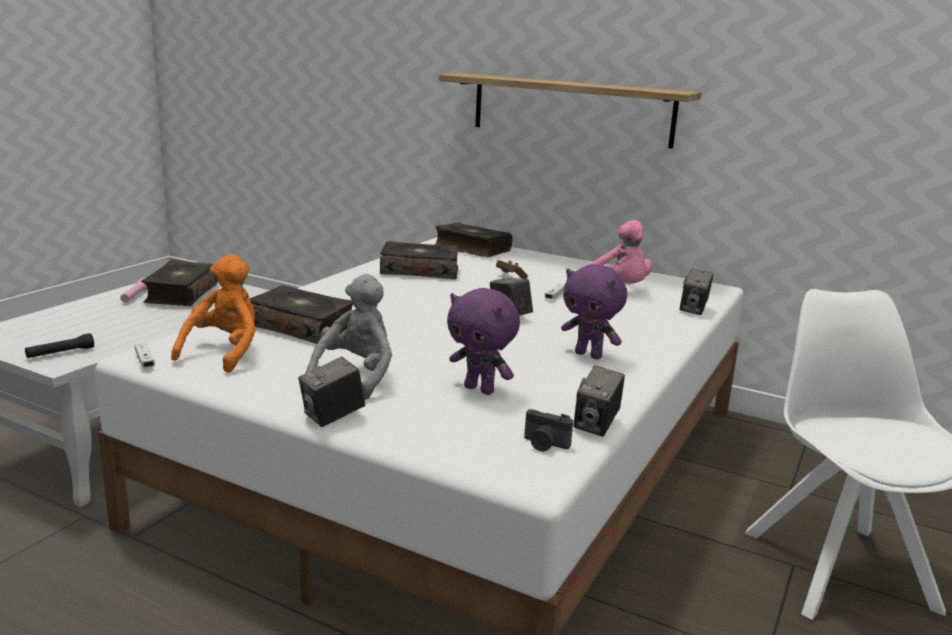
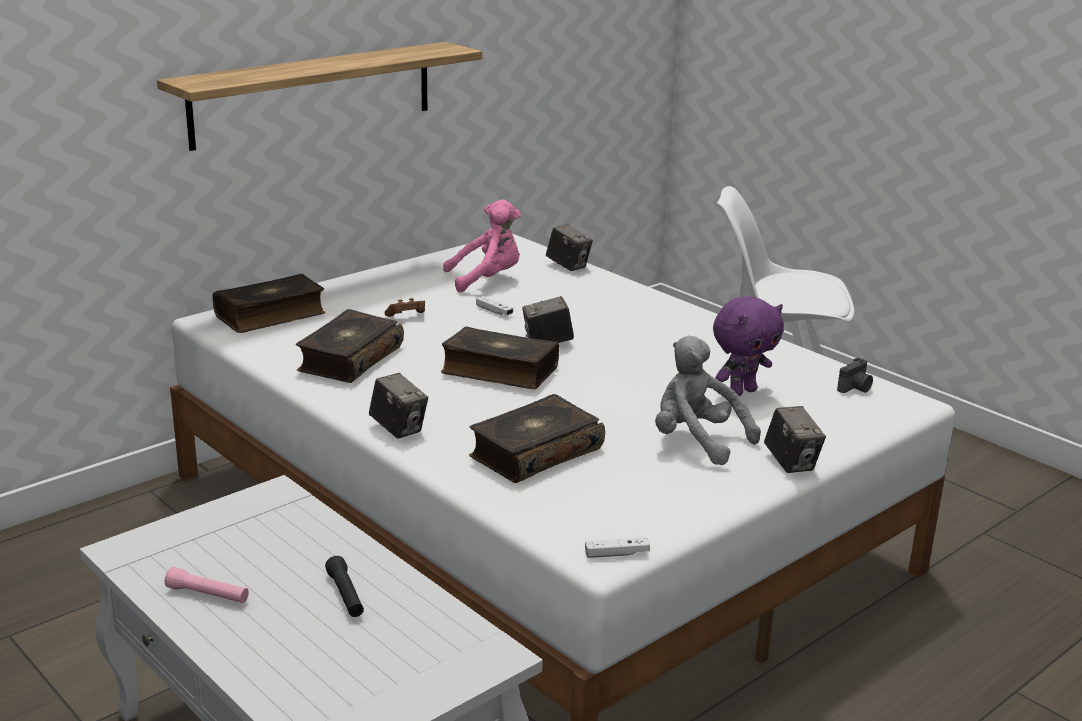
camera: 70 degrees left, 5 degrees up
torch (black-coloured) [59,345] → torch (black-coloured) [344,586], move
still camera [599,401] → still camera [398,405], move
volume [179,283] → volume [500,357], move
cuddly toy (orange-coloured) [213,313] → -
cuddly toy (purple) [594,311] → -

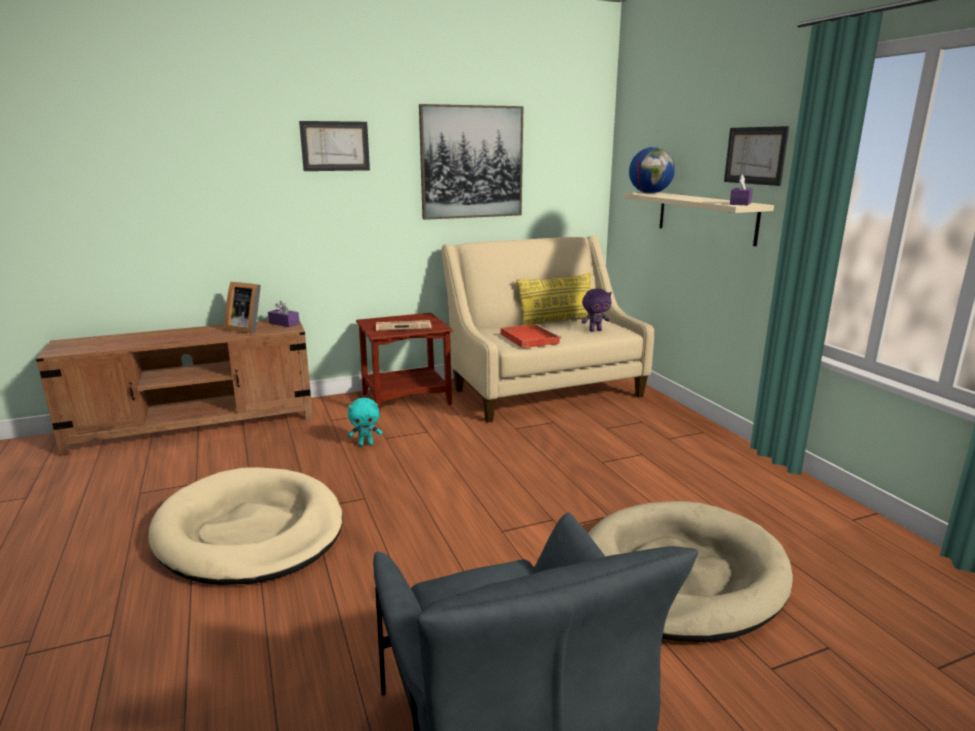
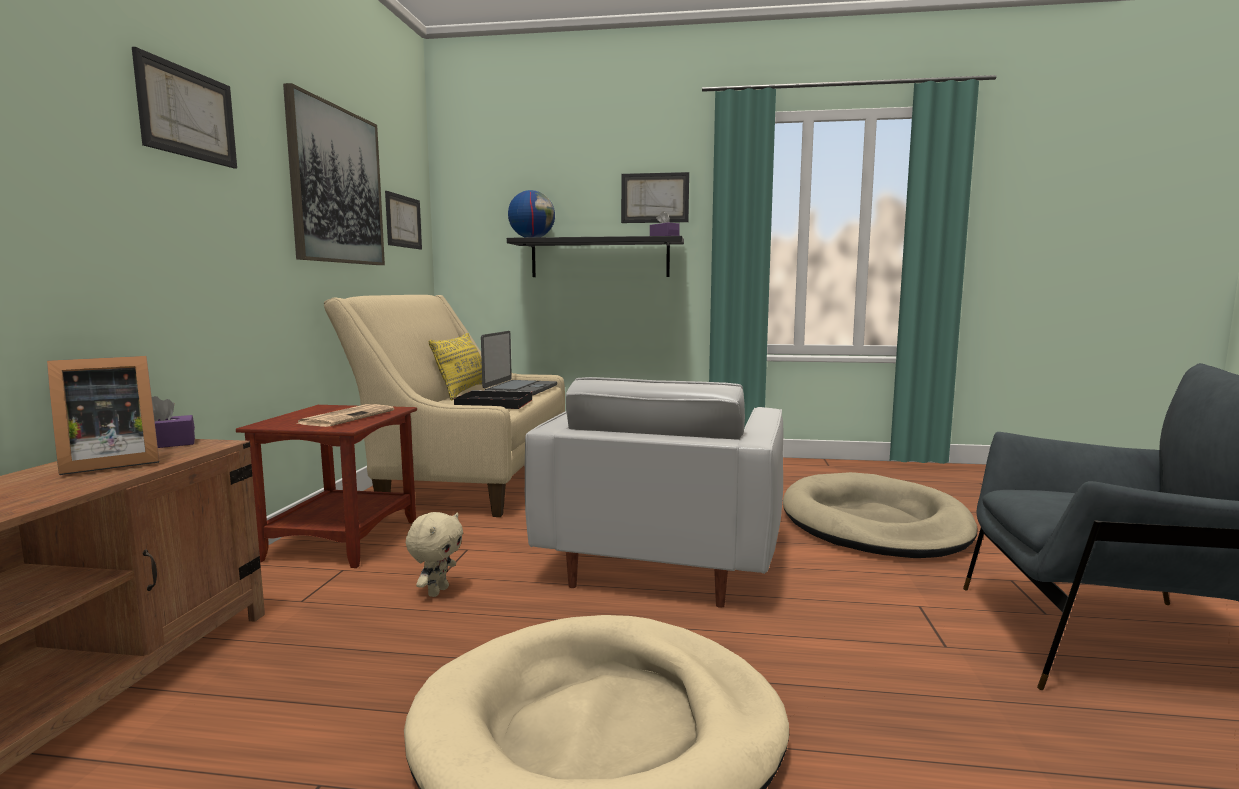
camera: 60 degrees left, 10 degrees down
- → wall art [403,220]
cuddly toy (turquoise) [365,422] → cuddly toy (beige) [434,554]
tray (red-coloured) [531,336] → tray (black-coloured) [493,399]
cuddly toy (purple) [597,310] → laptop [519,363]
bracket shelf (beige) [698,219] → bracket shelf (black-coloured) [595,256]
- → lounge chair (white) [654,492]

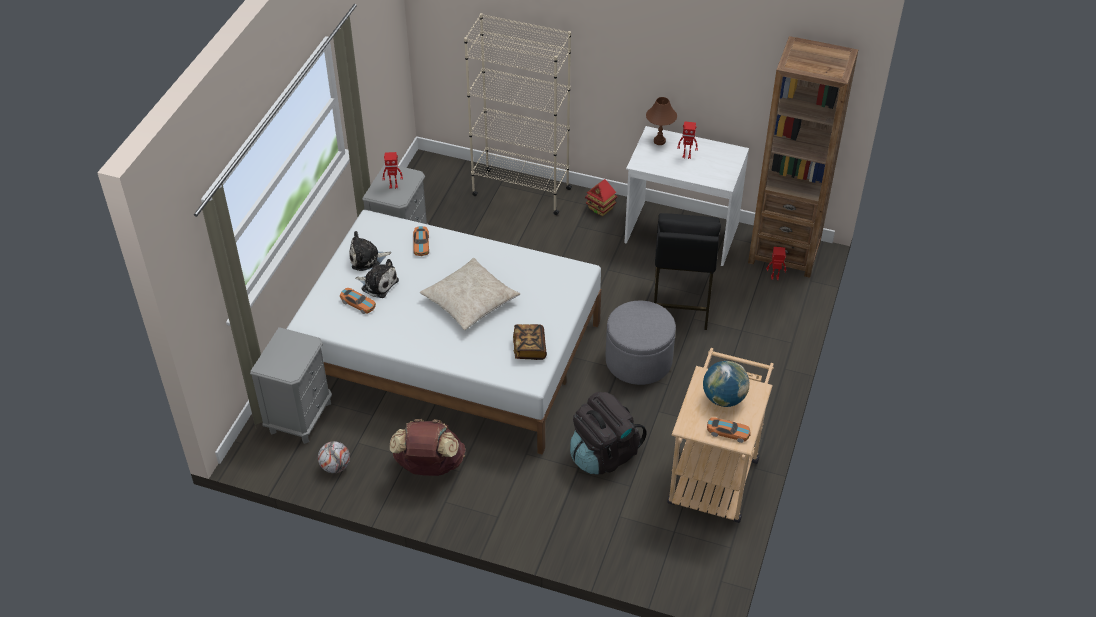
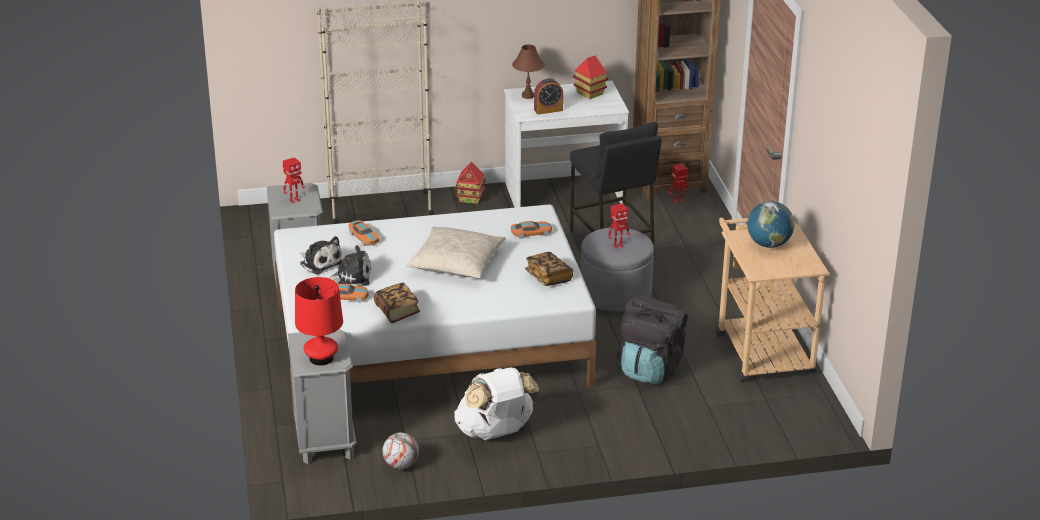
camera: 30 degrees left, 15 degrees down
- → table lamp (red-coloured) [319,321]
cuddly toy [370,251] → cuddly toy [321,255], 90 degrees counterclockwise
- → volume [397,302]
knapsack (brown-coloured) [428,447] → knapsack (white) [497,404]
miniature car [729,430] → miniature car [531,230], move
- → table clock [548,96]
- → miniature house [590,77]
toy robot [687,140] → toy robot [619,226], move

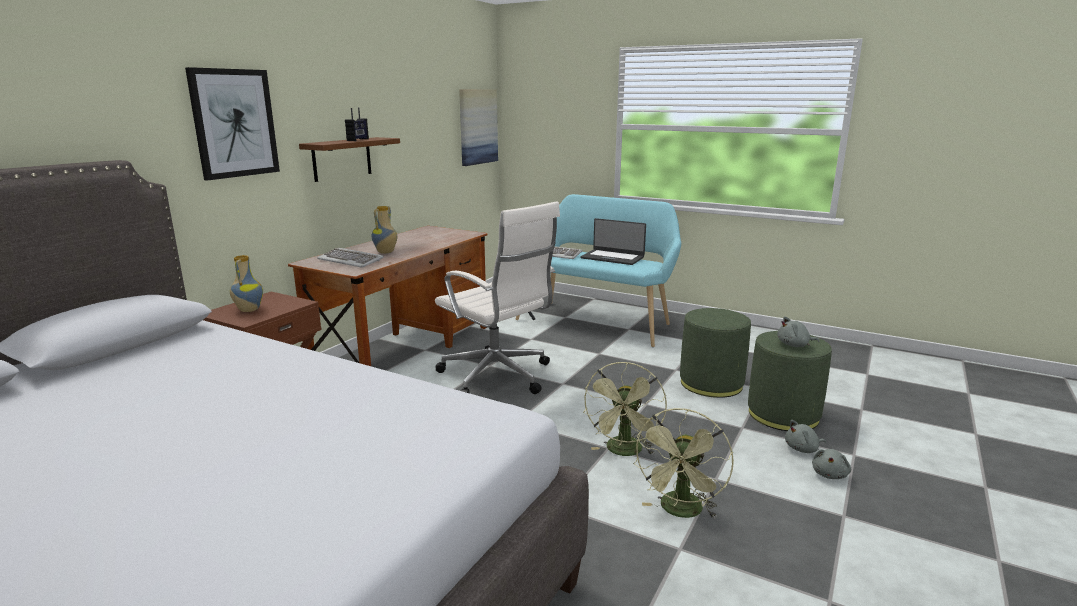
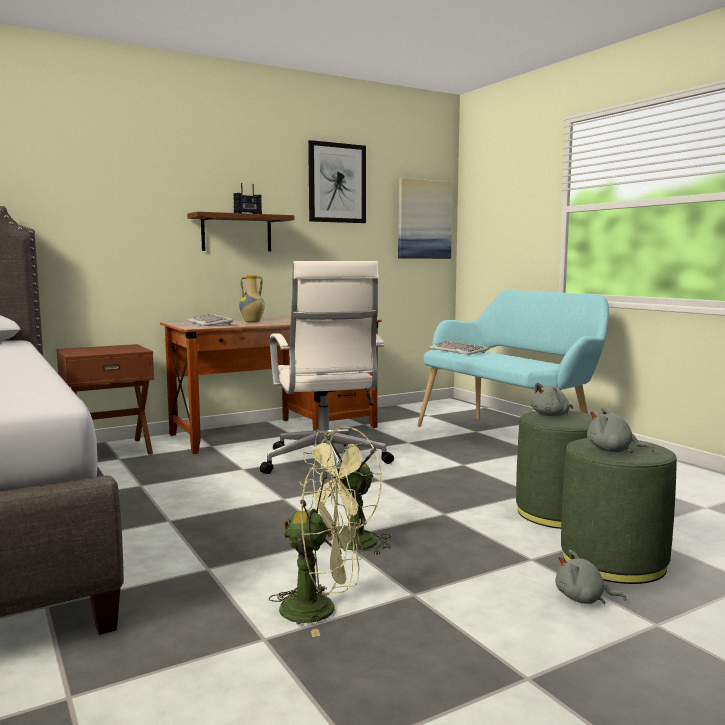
camera: 30 degrees right, 10 degrees down
fan (green) [683,463] → fan (green) [316,551], 135 degrees counterclockwise
wall art [232,124] → wall art [337,181], move
cuddly toy (gray) [831,464] → cuddly toy (gray) [552,399], move
decorative vase [246,283] → -
laptop [613,241] → -

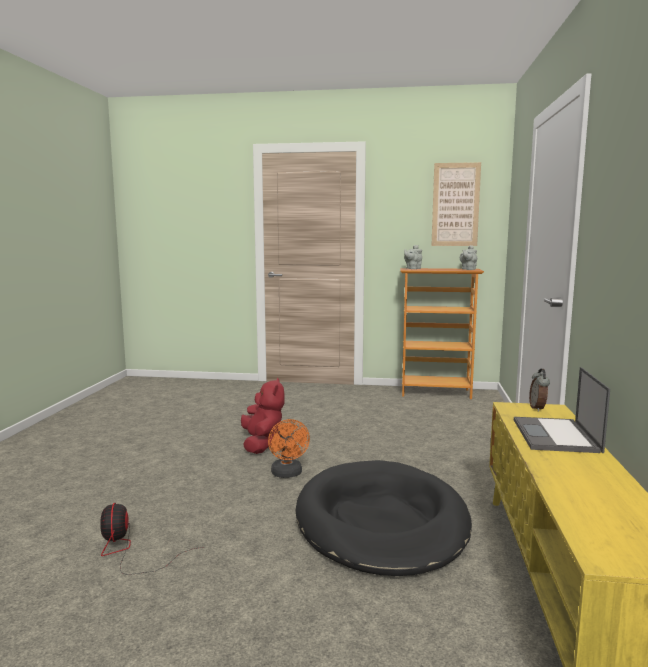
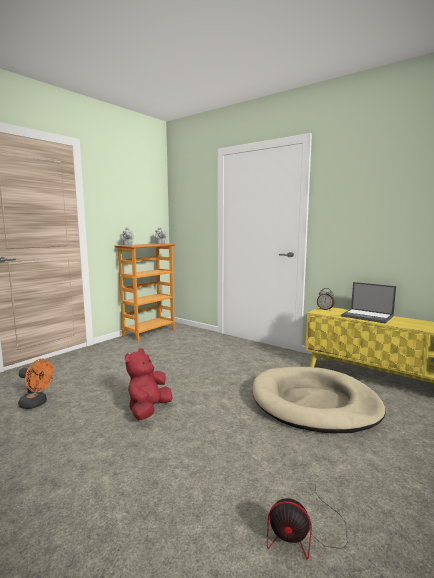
camera: 60 degrees left, 0 degrees up
fan (orange-coloured) [289,448] → fan (orange-coloured) [36,384], move
cuddly toy (red-coloured) [263,416] → cuddly toy (red-coloured) [149,384], 90 degrees counterclockwise
dog cushion (black-coloured) [383,518] → dog cushion (beige) [318,400]
wall art [456,204] → -

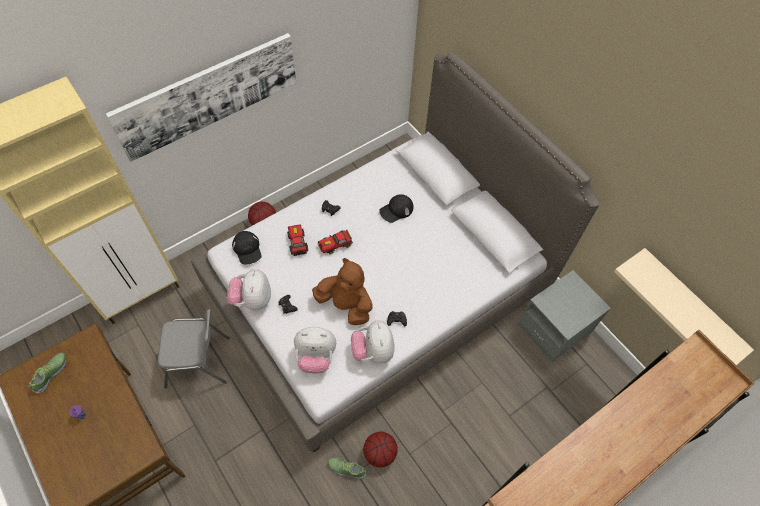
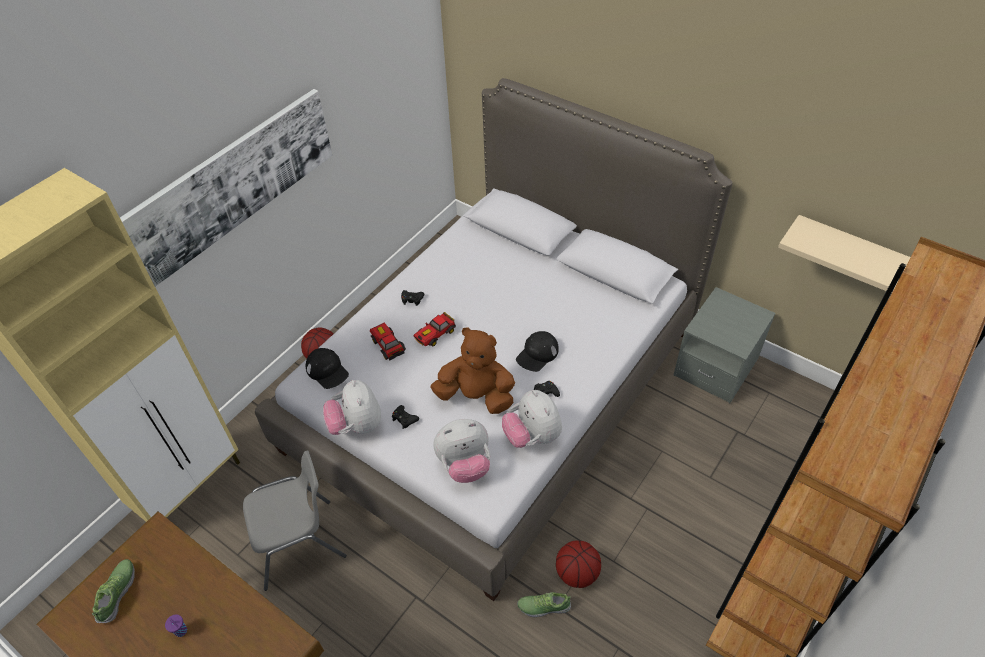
camera: 15 degrees left, 10 degrees down
cap (black-coloured) [396,208] → cap (black-coloured) [537,351], move

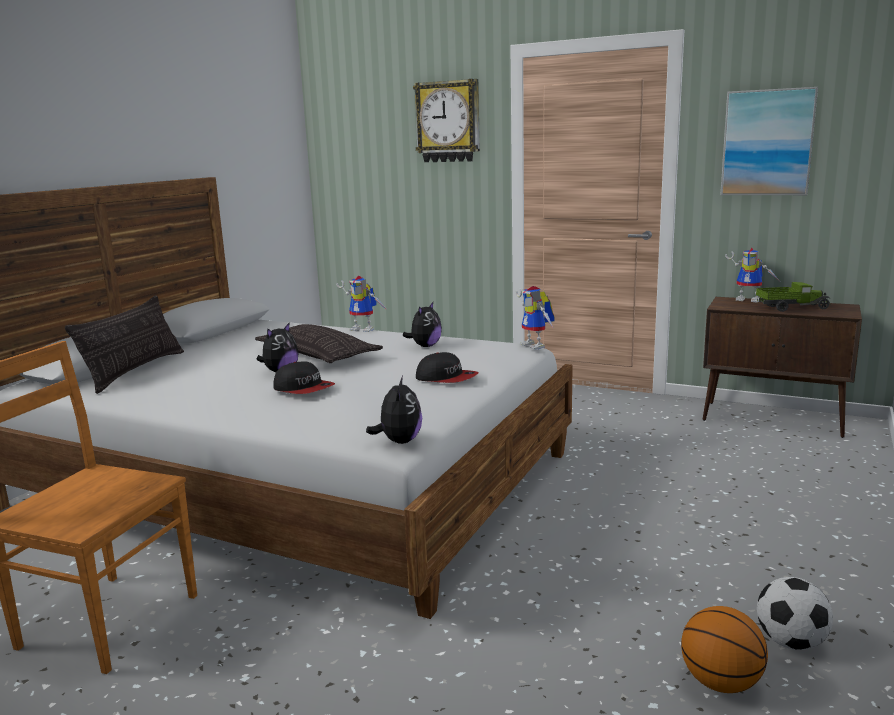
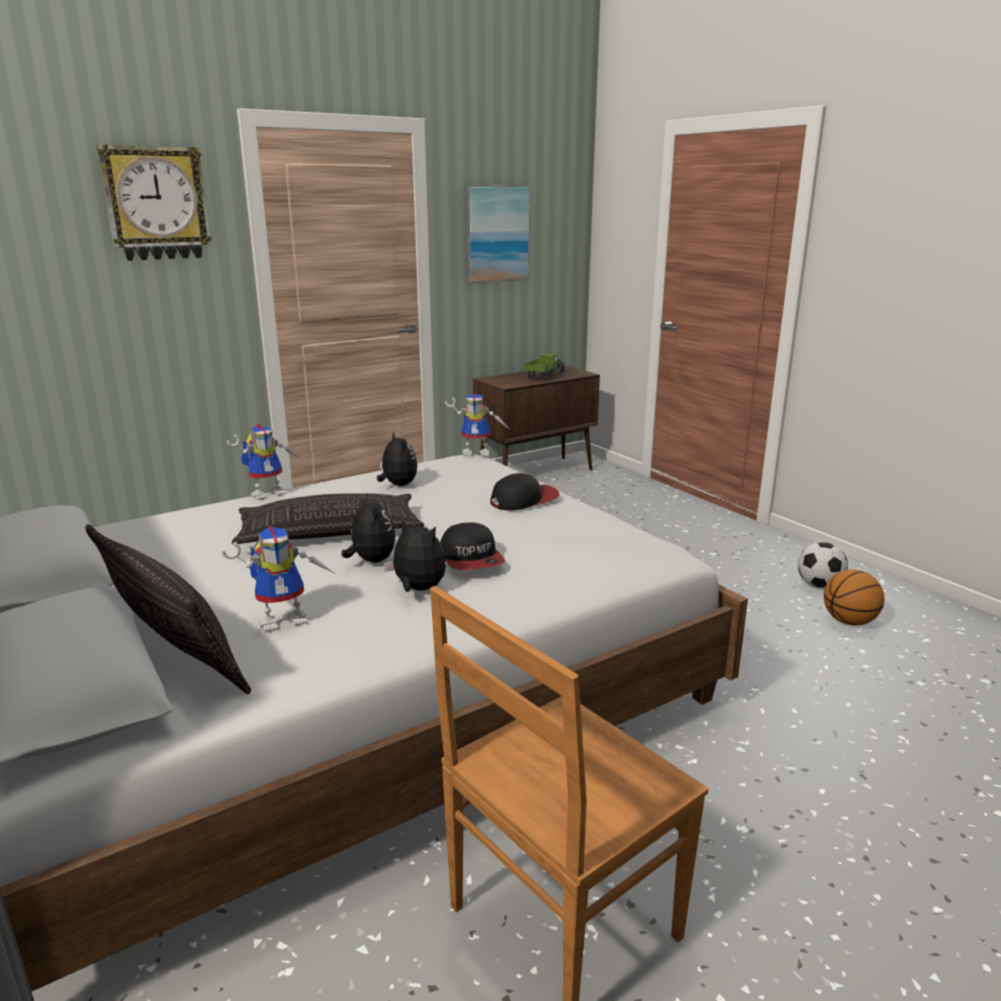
camera: 60 degrees left, 5 degrees up
toy robot [751,275] → toy robot [277,579], move
cuddly toy [394,410] → cuddly toy [414,555], move
cap [304,377] → cap [472,546], 90 degrees clockwise

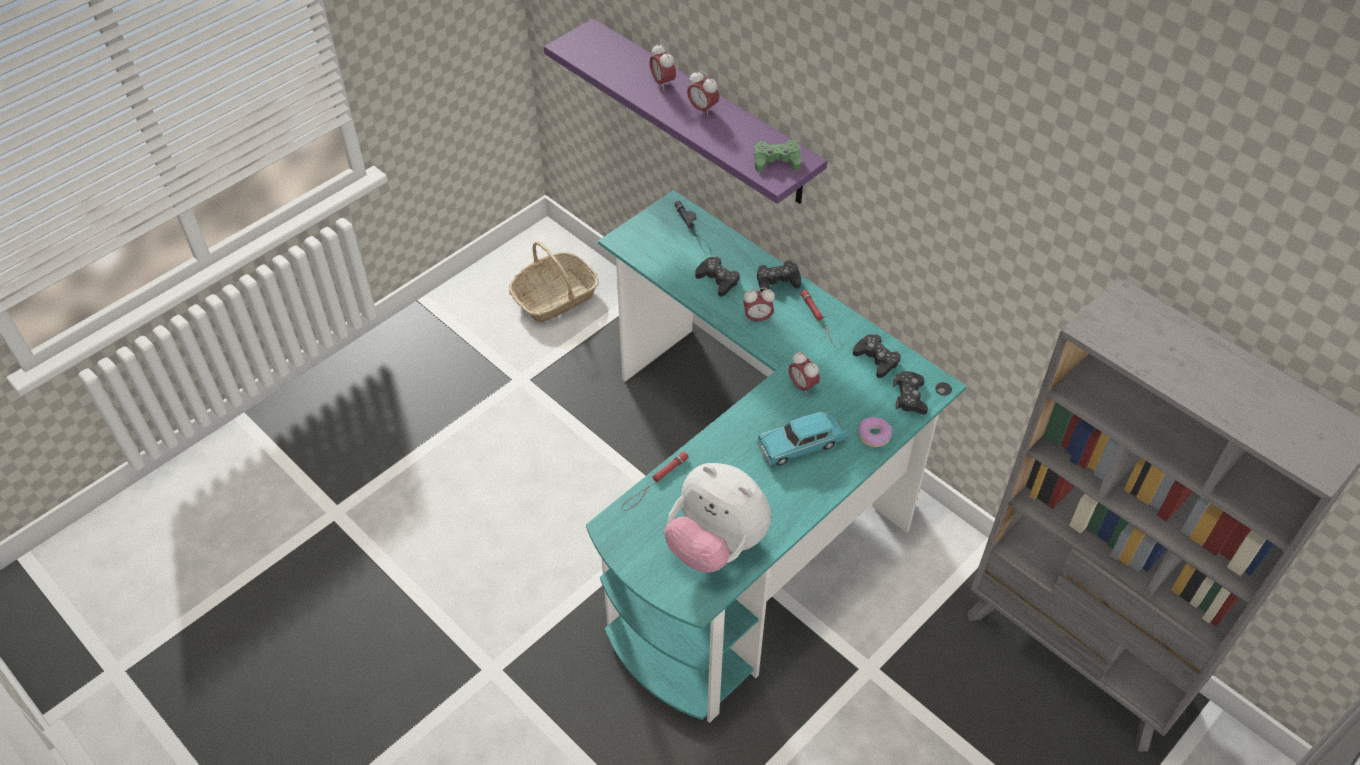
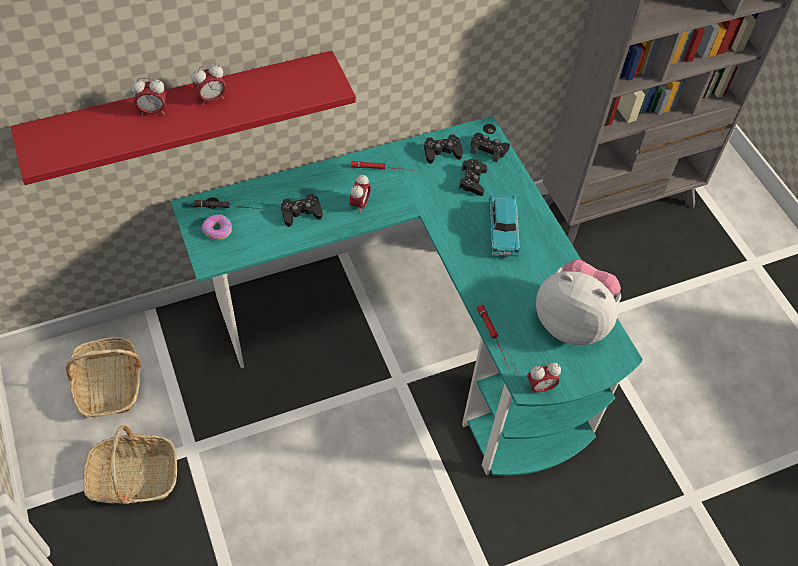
camera: 70 degrees left, 5 degrees up
bracket shelf (purple) [685,111] → bracket shelf (red-coloured) [183,118]
- → household basket [130,464]
donut [875,432] → donut [217,227], move
game controller (black-coloured) [779,275] → game controller (black-coloured) [472,177], move
table clock [804,374] → table clock [544,378], move
cuddly toy [718,517] → cuddly toy [578,302], 120 degrees counterclockwise
game controller (green) [777,156] → -

